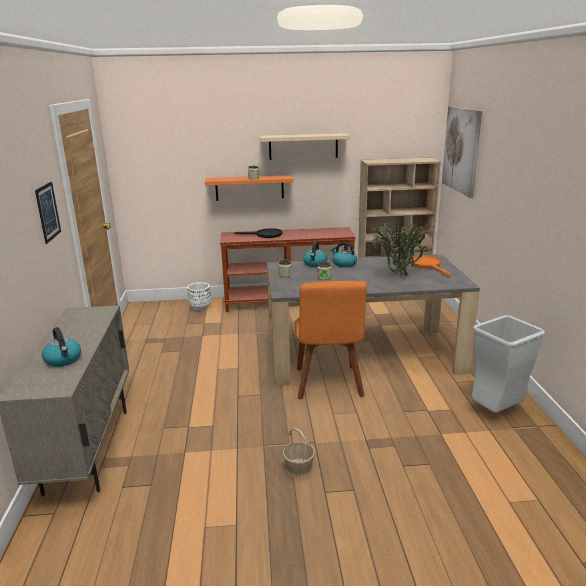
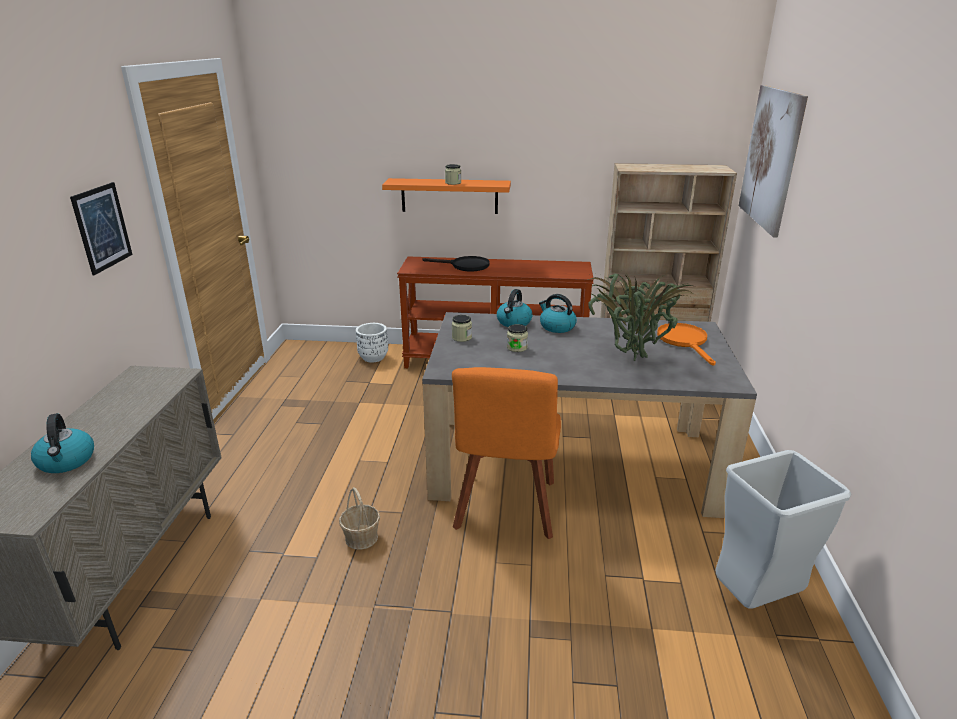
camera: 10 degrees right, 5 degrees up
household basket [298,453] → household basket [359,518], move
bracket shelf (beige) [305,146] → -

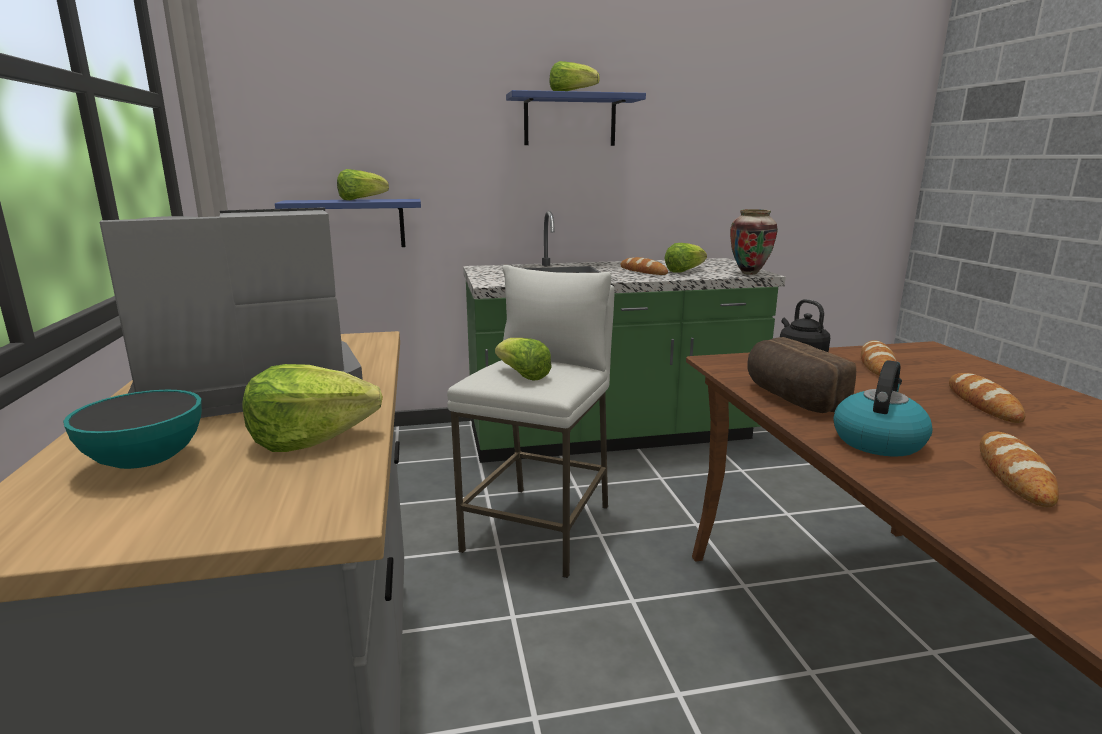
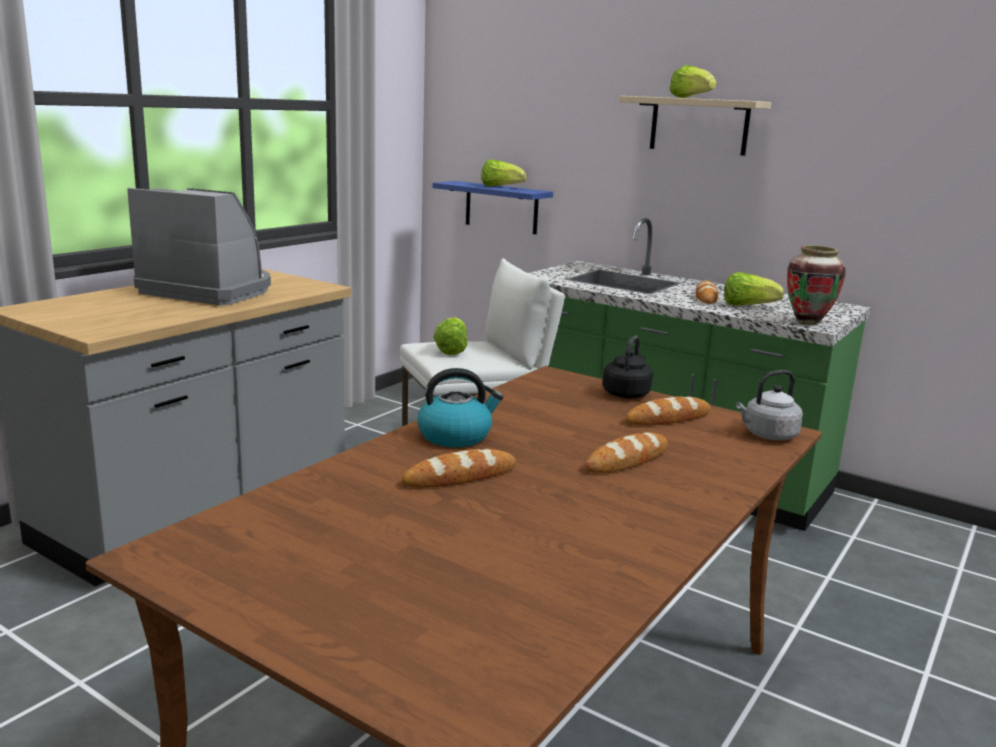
camera: 45 degrees right, 0 degrees up
bracket shelf (bluish) [576,118] → bracket shelf (beige) [695,126]
- → kettle (gray) [769,405]
deep dish [132,429] → -
lettuce head [313,408] → -
baked bread [801,375] → -

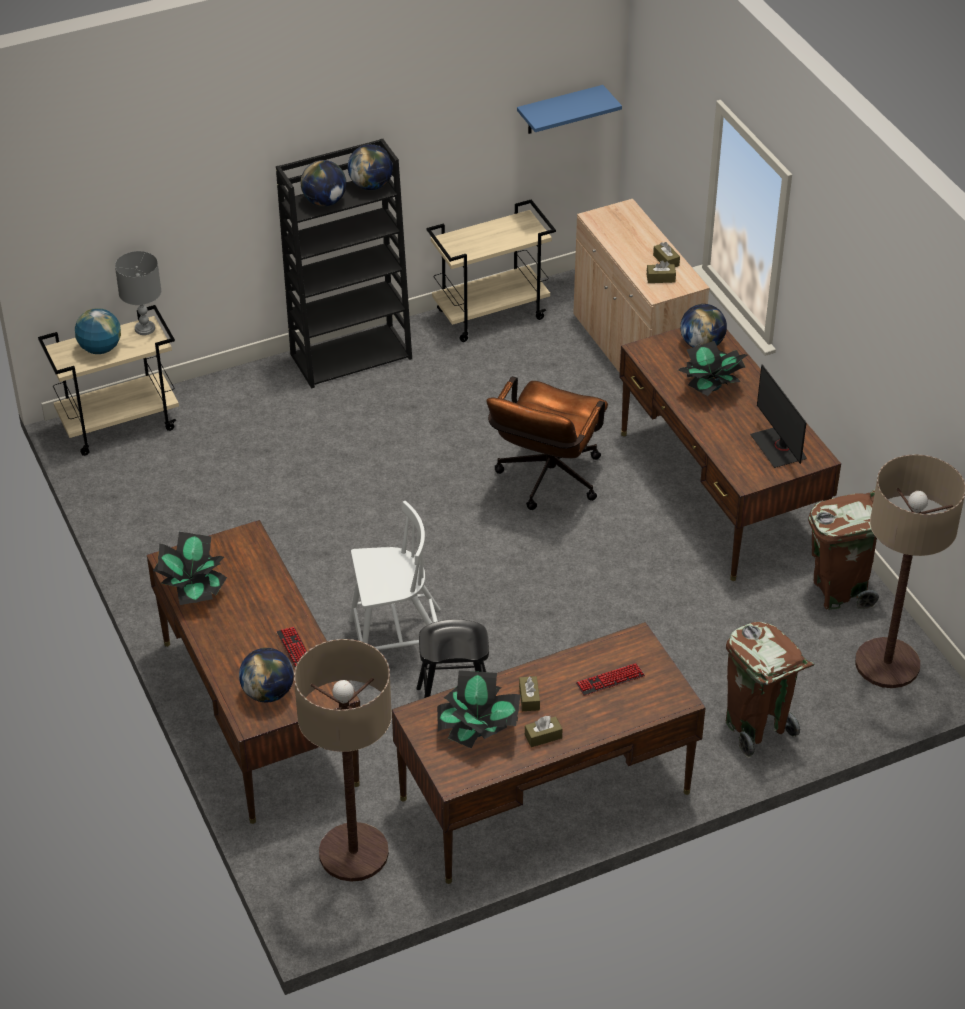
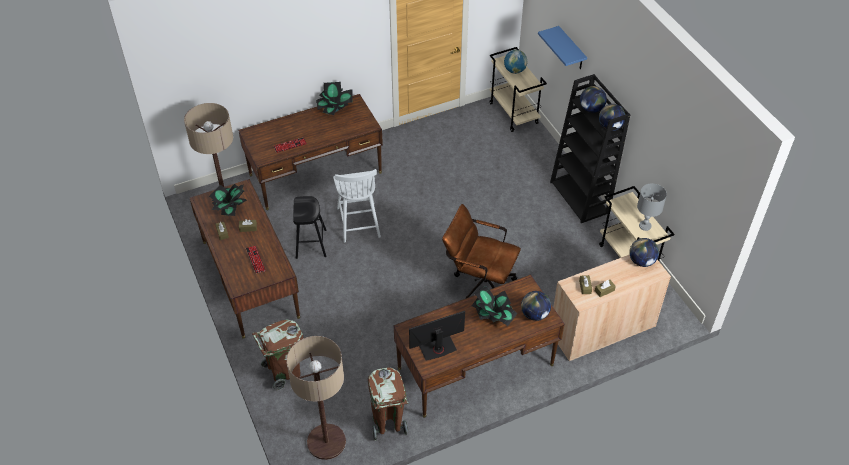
camera: 90 degrees right, 5 degrees up
bracket shelf (bluish) [569,109] → bracket shelf (bluish) [562,47], move
world globe [266,675] → world globe [644,252], move
table lamp (gray) [138,293] → table lamp (gray) [652,207], move

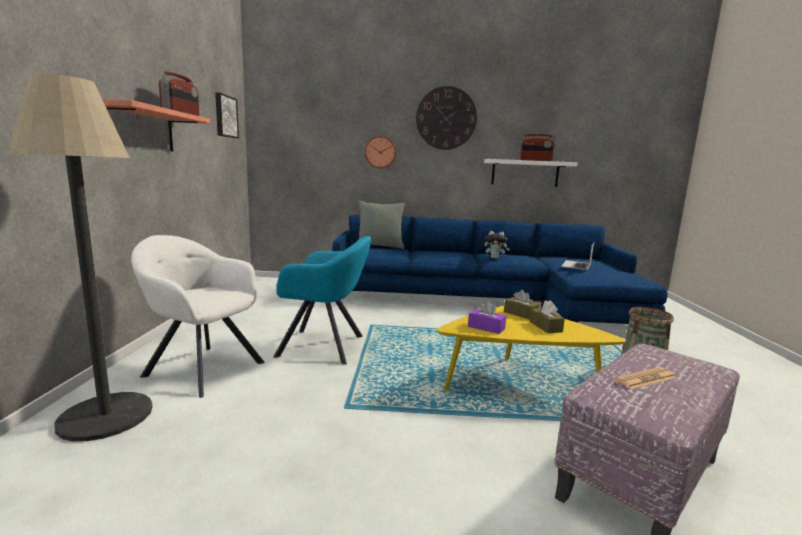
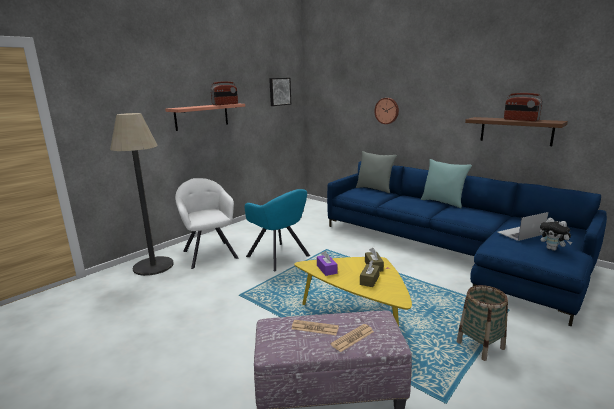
camera: 40 degrees right, 5 degrees up
- → newspaper [352,338]
- → cushion (turquoise) [446,183]
bracket shelf (white) [531,173] → bracket shelf (brown-coloured) [516,131]
cuddly toy [497,245] → cuddly toy [556,234], move
hanging clock [446,118] → -

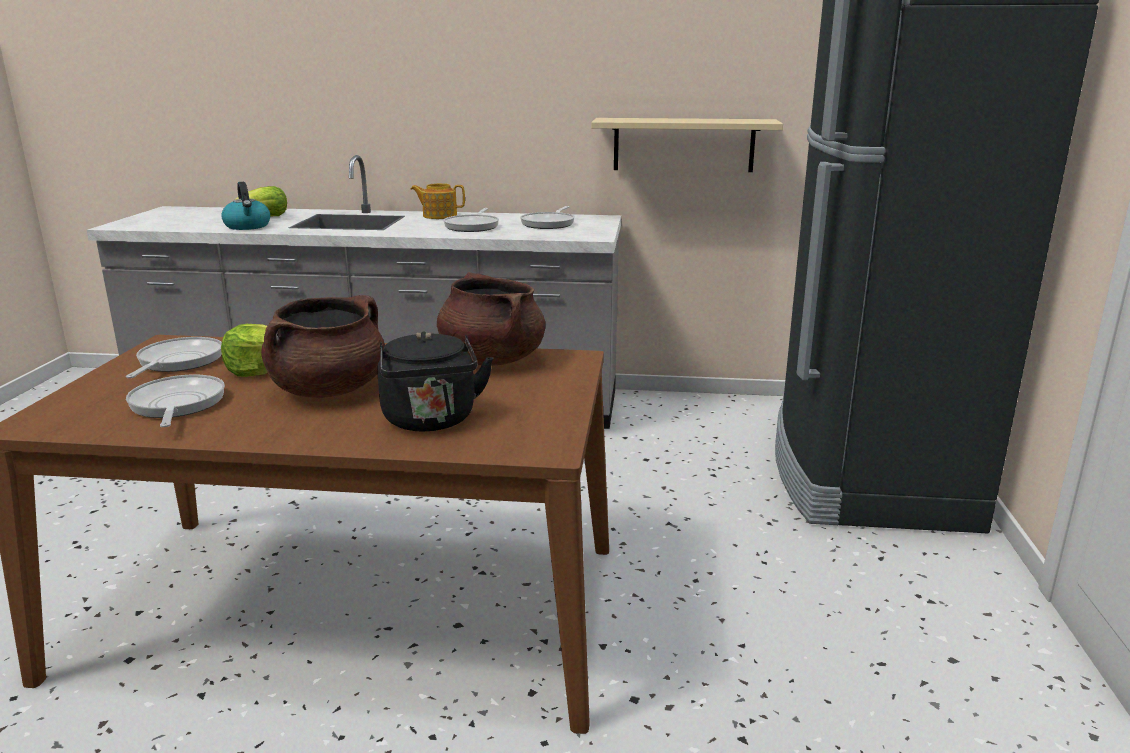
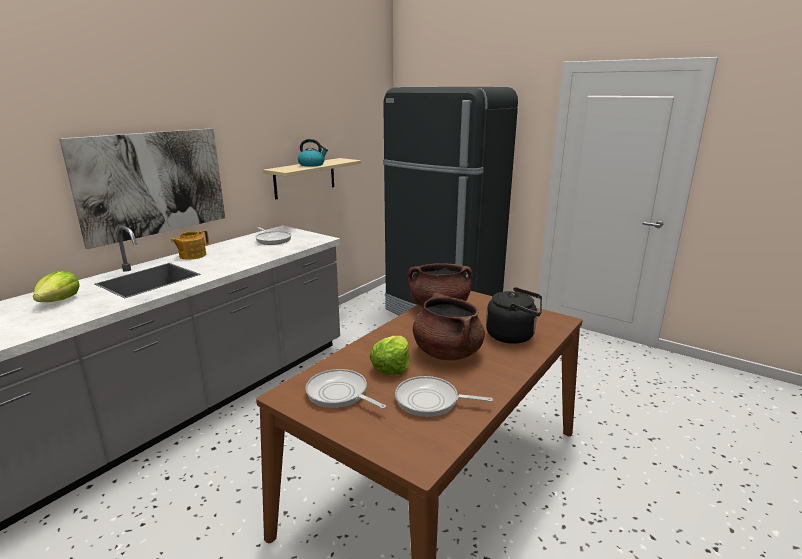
camera: 60 degrees left, 0 degrees up
- → wall art [142,188]
kettle [245,206] → kettle [313,152], move
skillet [471,220] → -

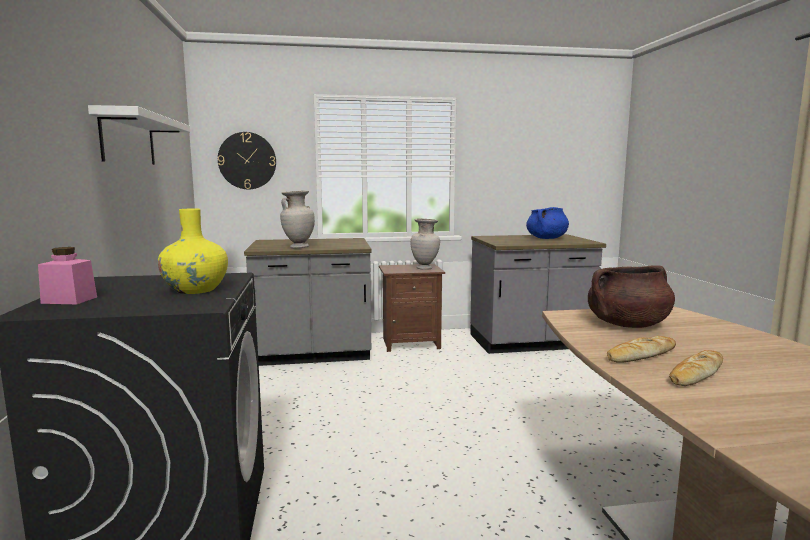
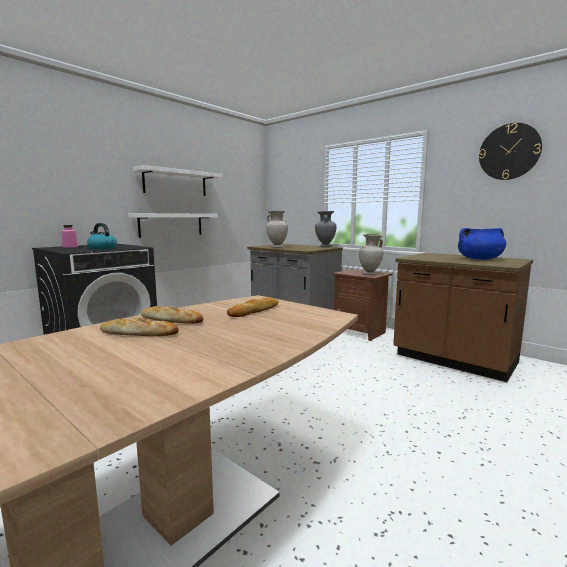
camera: 50 degrees right, 0 degrees up
decorative vase (yellowish) [193,251] → kettle [102,236]
- → bracket shelf (white) [173,225]
saucepot (brown-coloured) [631,296] → baked bread [253,307]
- → decorative vase (gray) [325,229]
kitchen counter (gray) [538,294] → kitchen counter (brown-coloured) [463,317]
hanging clock [247,160] → hanging clock [510,151], move

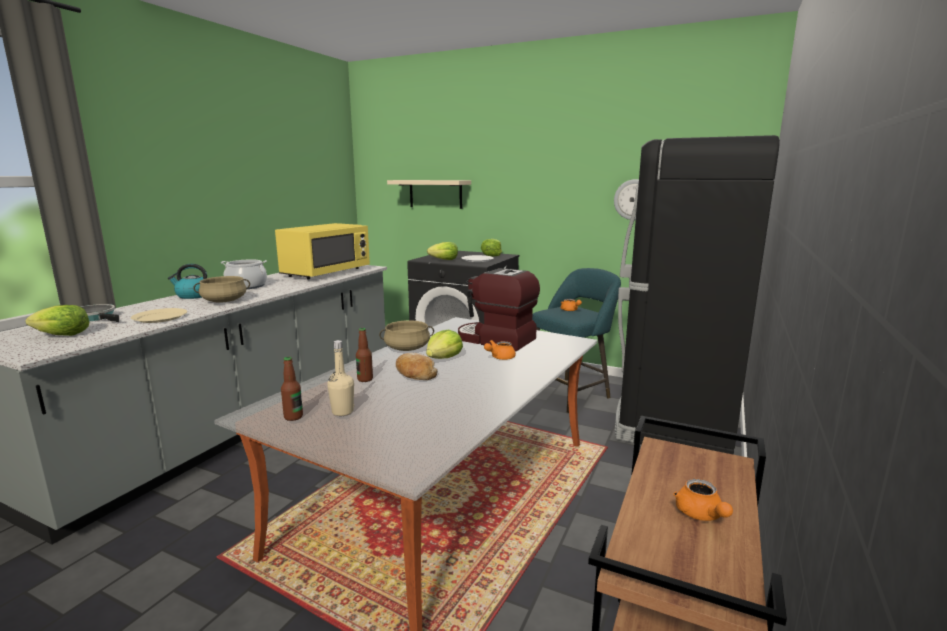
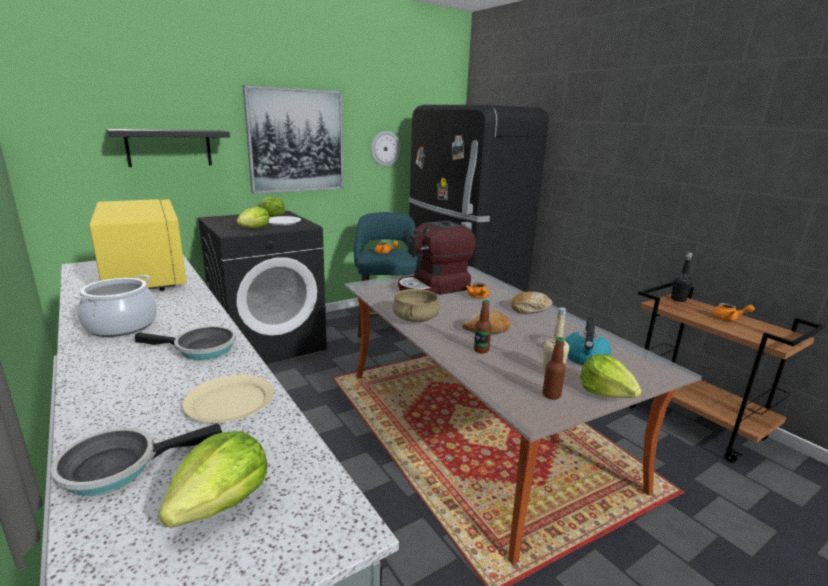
camera: 60 degrees left, 5 degrees up
bracket shelf (beige) [429,194] → bracket shelf (black-coloured) [168,148]
saucepot (beige) [222,289] → skillet [185,343]
- → wall art [293,139]
- → baked bread [531,303]
kettle [187,281] → kettle [588,341], move
lettuce head [444,344] → lettuce head [611,376], move
- → beverage bottle (black-coloured) [682,277]

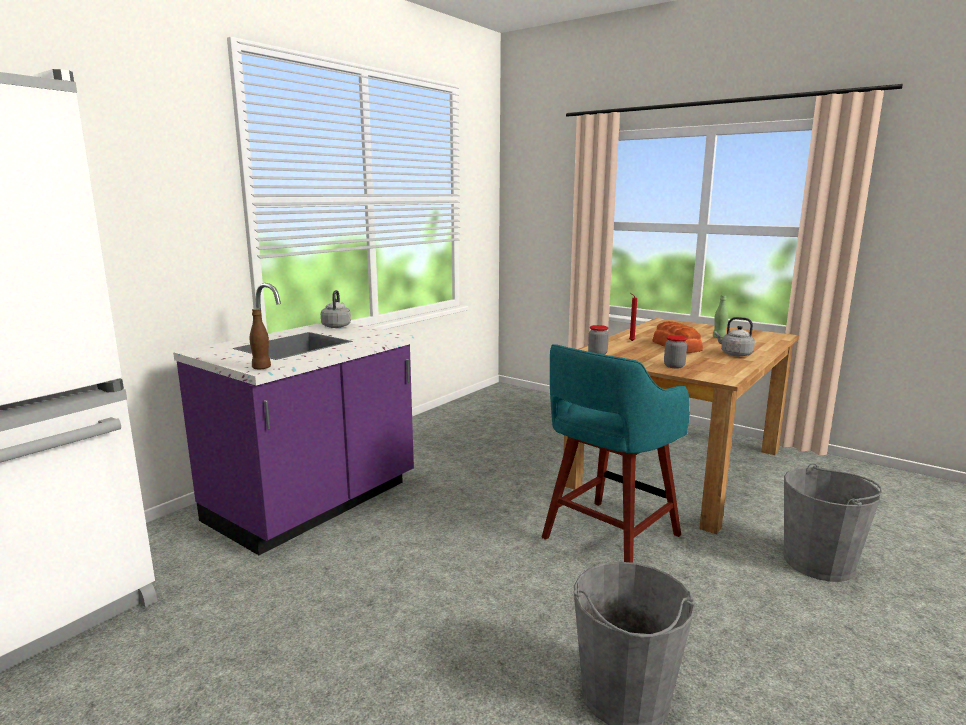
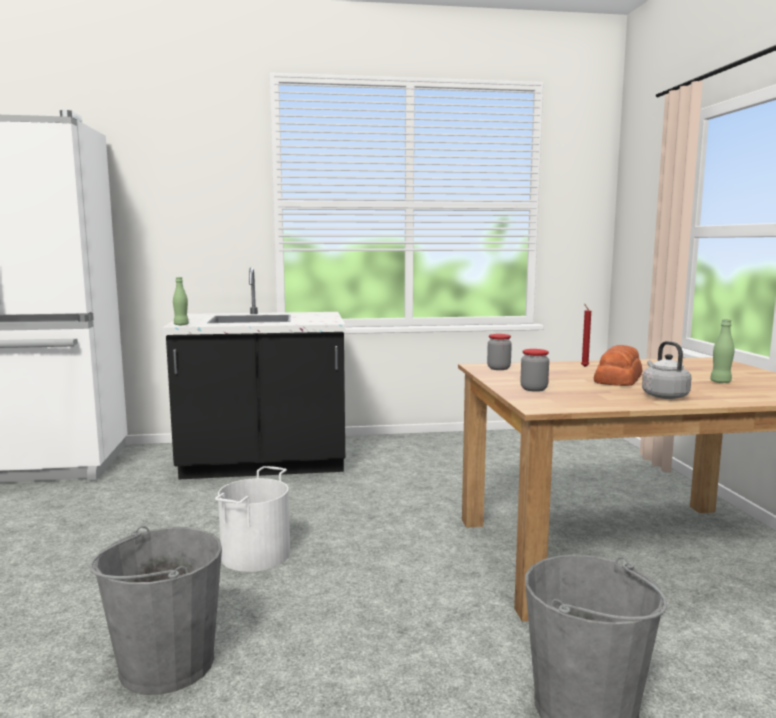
camera: 45 degrees right, 5 degrees down
kitchen counter (purple) [295,419] → kitchen counter (black-coloured) [254,373]
beverage bottle (brown-coloured) [260,339] → beverage bottle (green) [181,301]
- → pail (white) [252,519]
kettle (gray) [336,309] → -
stool (turquoise) [616,453] → -

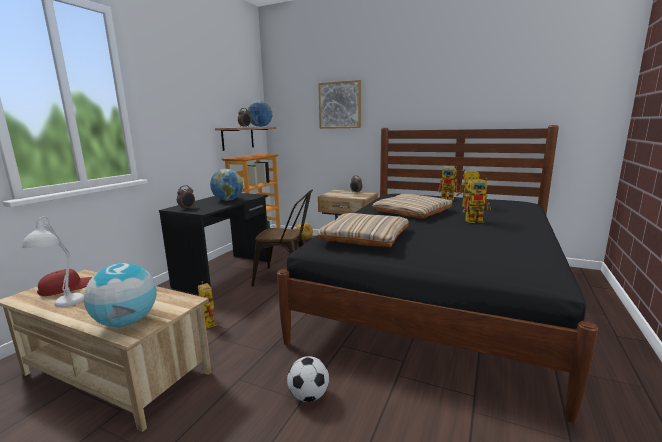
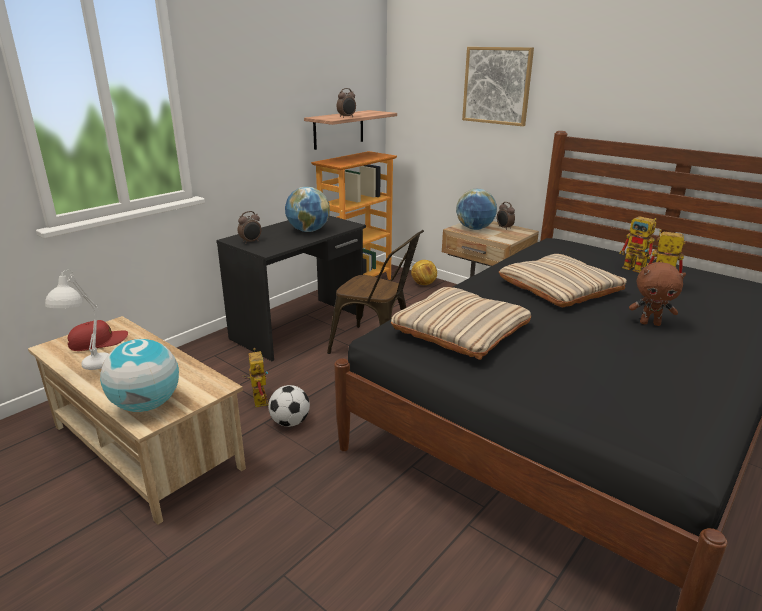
camera: 15 degrees right, 10 degrees up
football ball [308,379] → football ball [289,406], move
world globe [259,113] → world globe [476,209], move
toy robot [477,200] → cuddly toy (brown-coloured) [657,294]

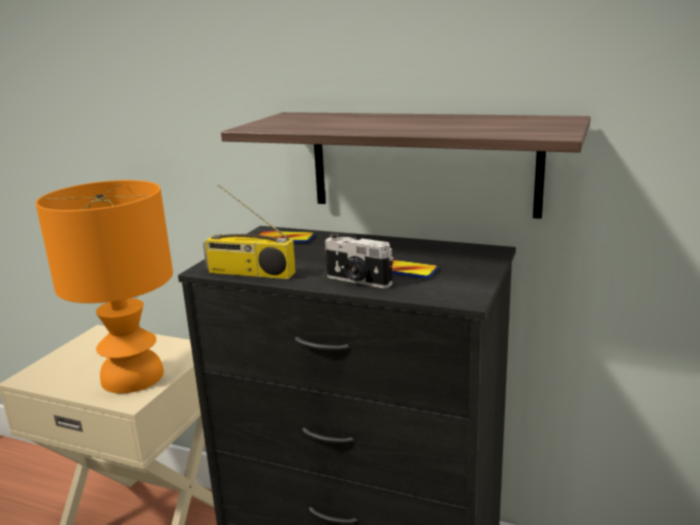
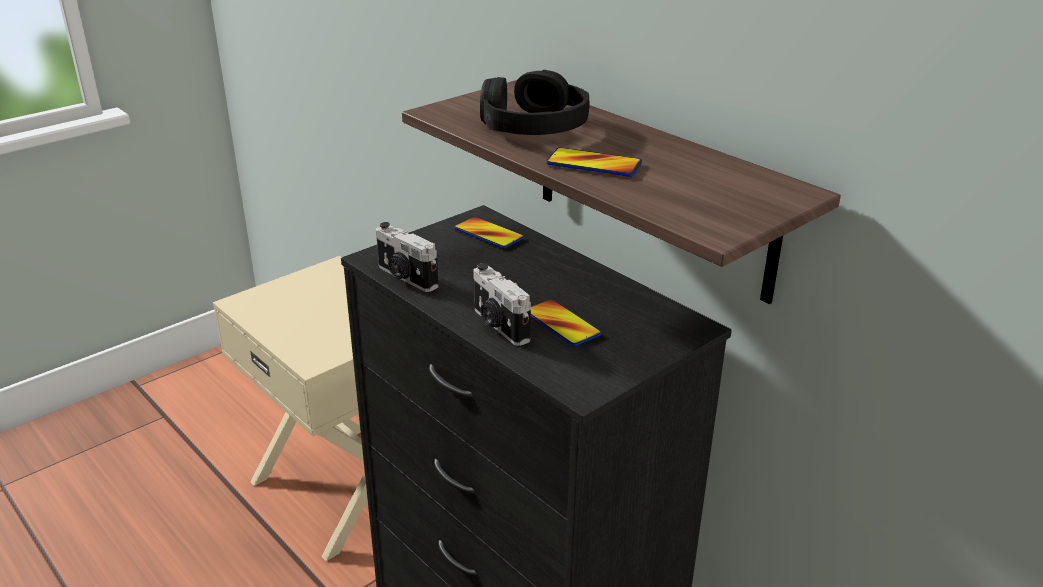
camera: 25 degrees right, 10 degrees up
radio [249,231] → still camera [407,257]
- → headphones (black-coloured) [535,102]
- → handset [594,162]
table lamp (orange-coloured) [104,286] → -

